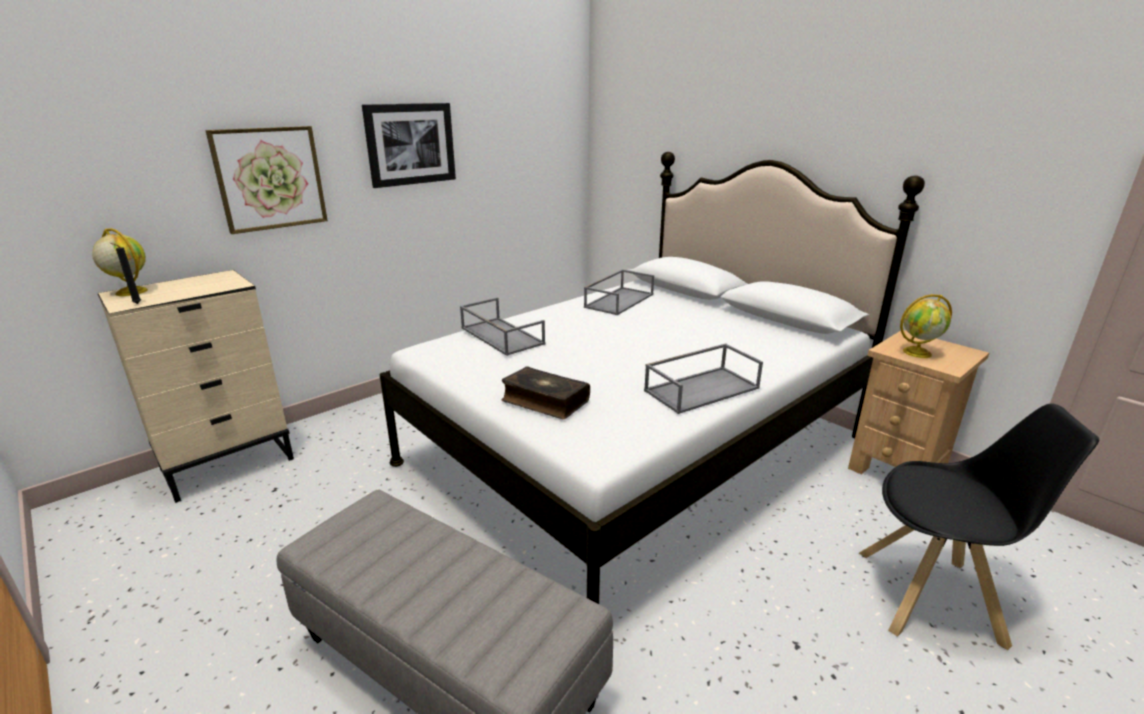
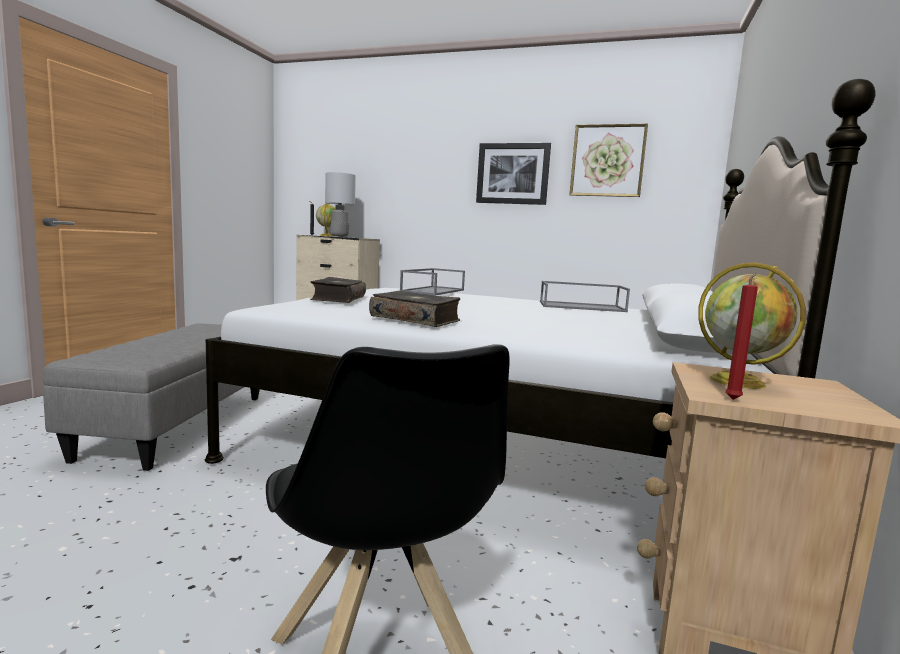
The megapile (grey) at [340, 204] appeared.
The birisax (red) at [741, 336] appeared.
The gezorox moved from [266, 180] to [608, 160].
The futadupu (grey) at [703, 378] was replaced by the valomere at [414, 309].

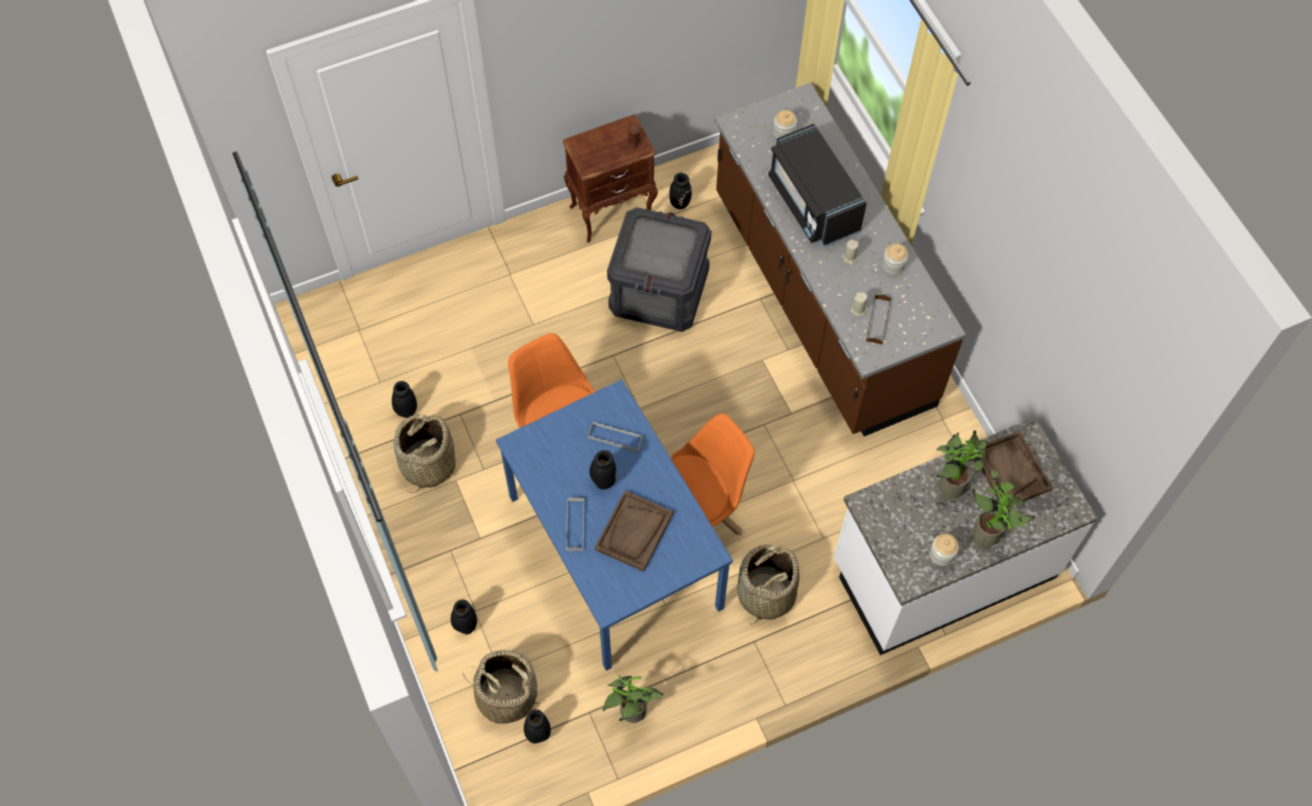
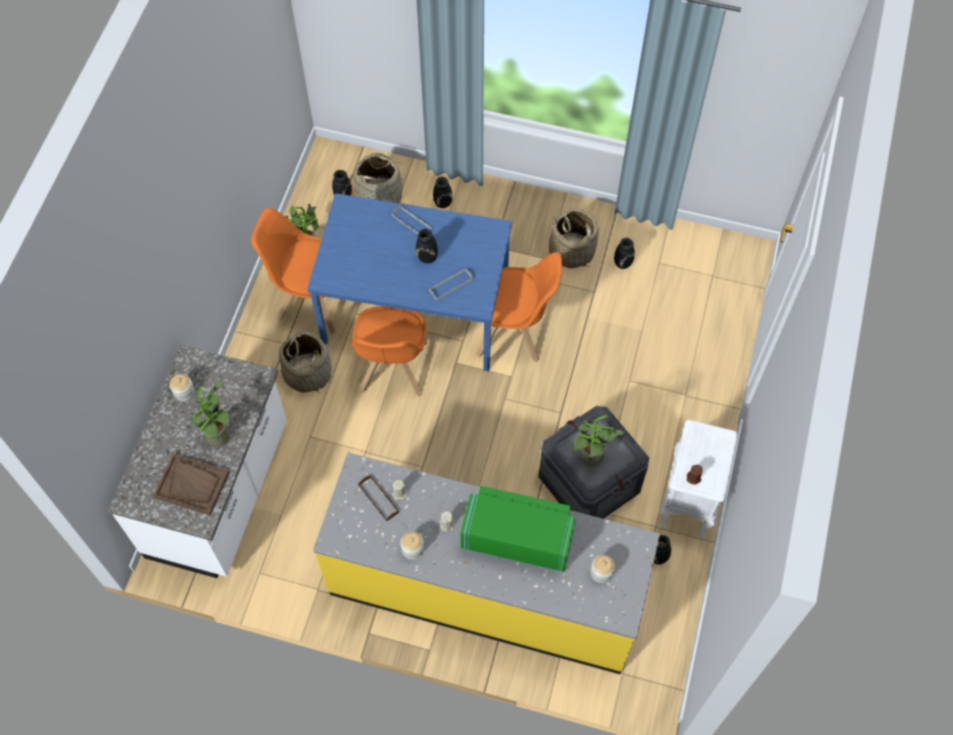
The futadupu (brown) at [634, 531] disappeared.
The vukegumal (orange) at [293, 271] appeared.
The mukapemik moved from [1003, 507] to [599, 441].
The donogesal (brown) at [610, 179] became the donogesal (white) at [698, 479].
The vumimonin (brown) at [840, 259] became the vumimonin (yellow) at [486, 563].
The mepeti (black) at [817, 185] became the mepeti (green) at [518, 529].

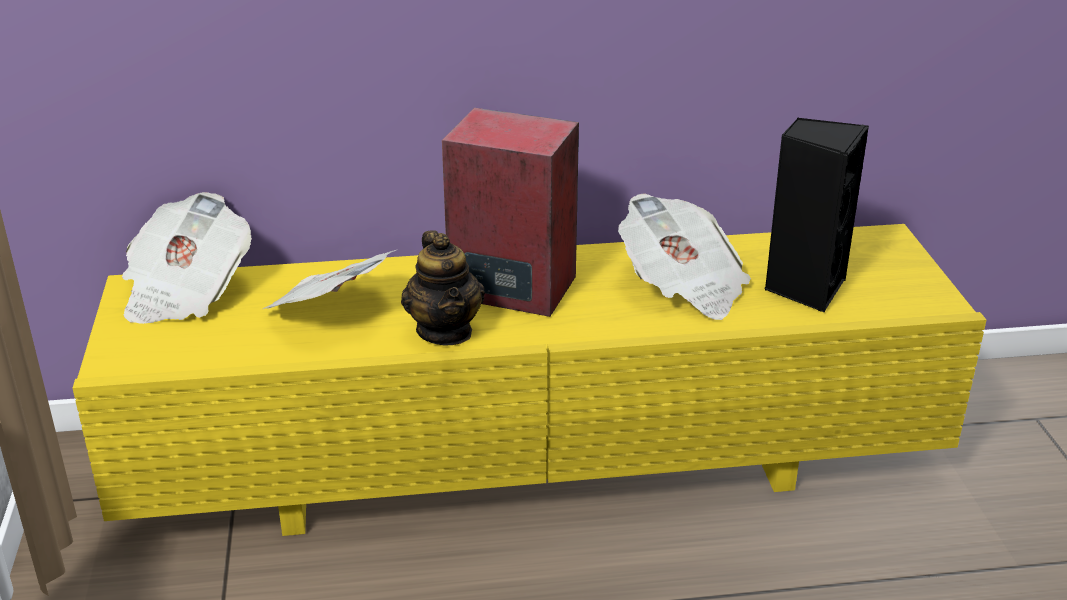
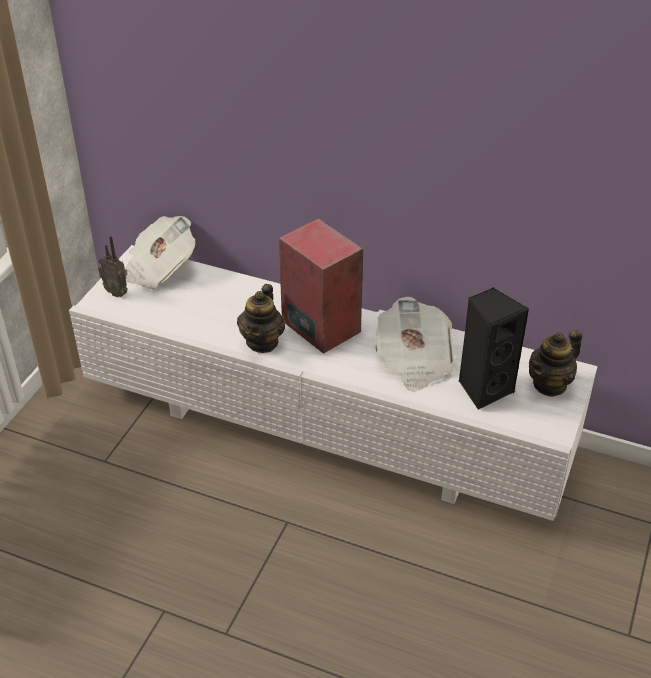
The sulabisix at [330, 279] disappeared.
The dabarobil at [113, 266] appeared.
The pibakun at [555, 363] appeared.
The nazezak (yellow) at [529, 380] became the nazezak (white) at [333, 383].

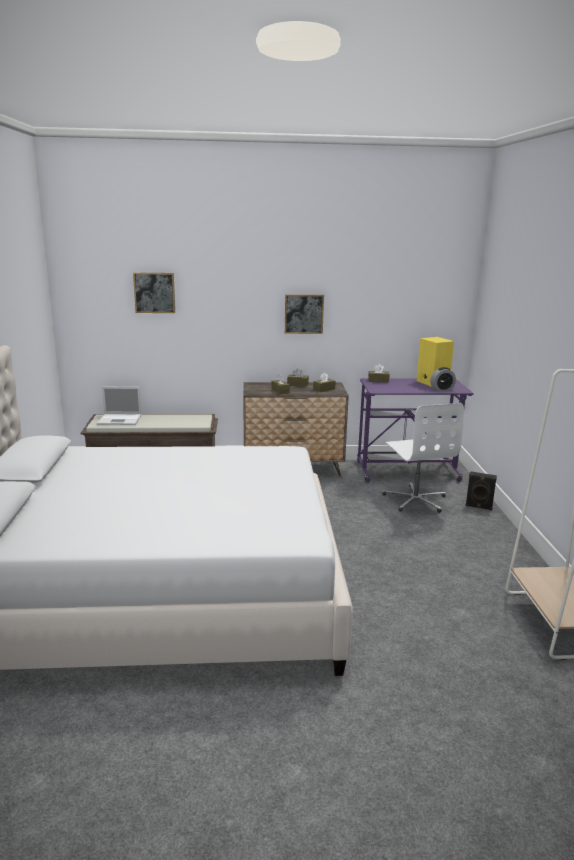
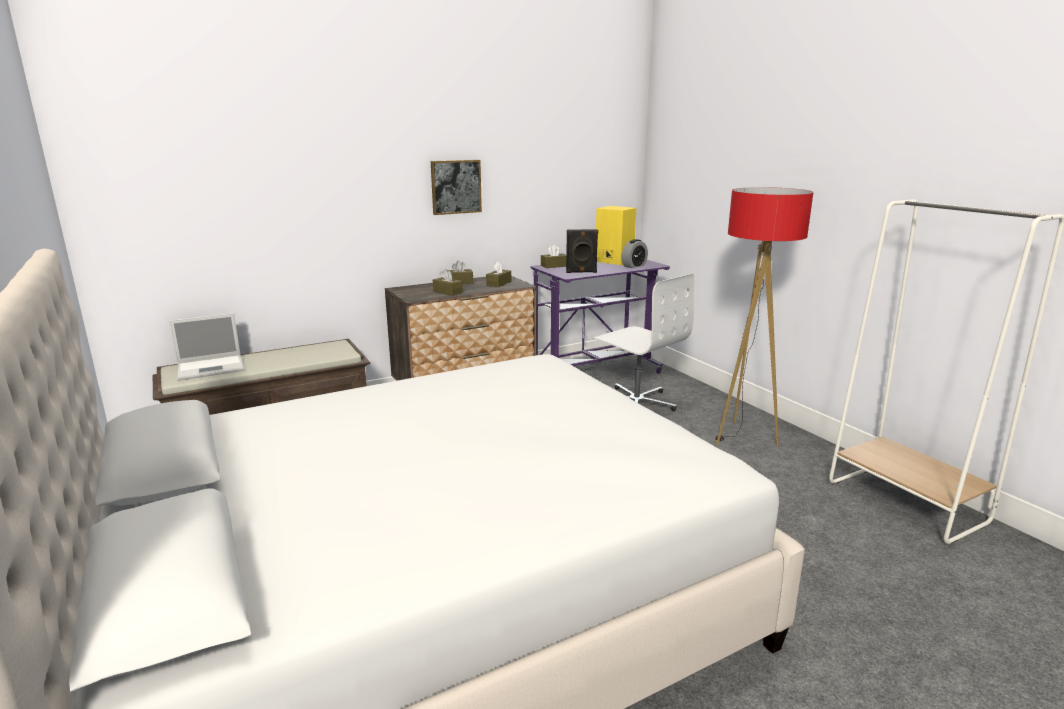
The gezorox at [154, 292] disappeared.
The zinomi at [764, 317] appeared.
The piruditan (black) moved from [481, 490] to [582, 251].

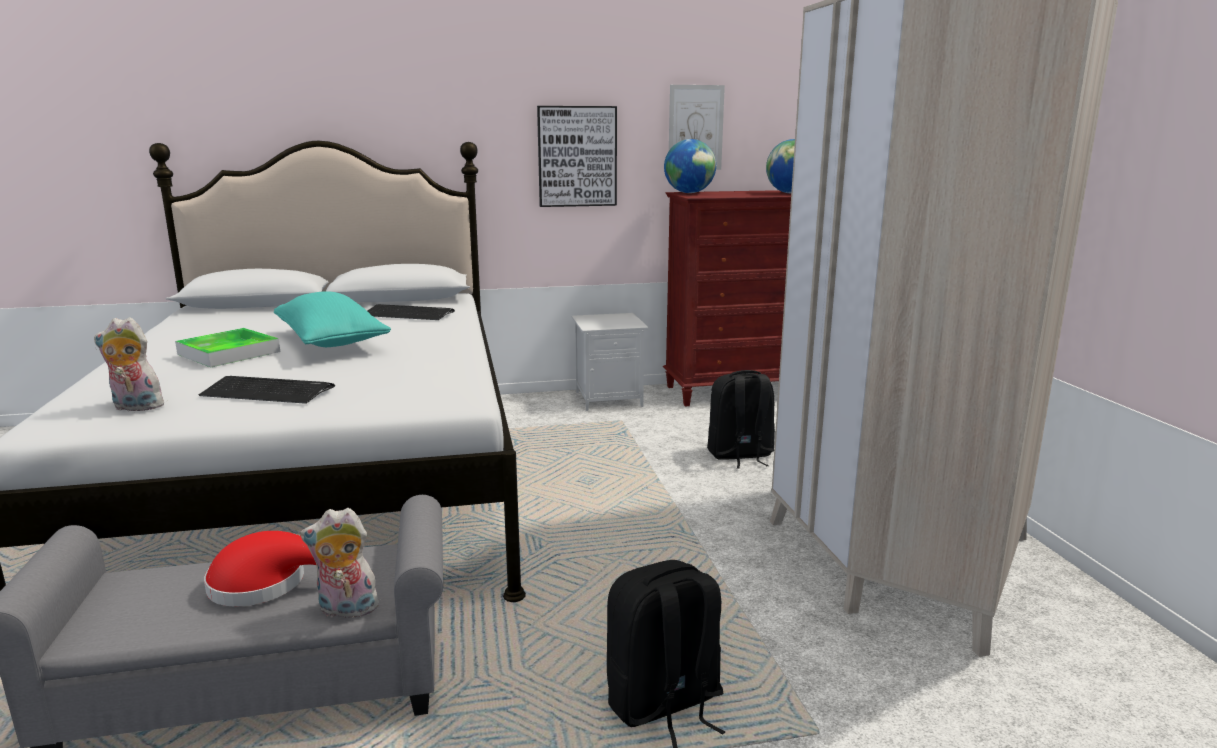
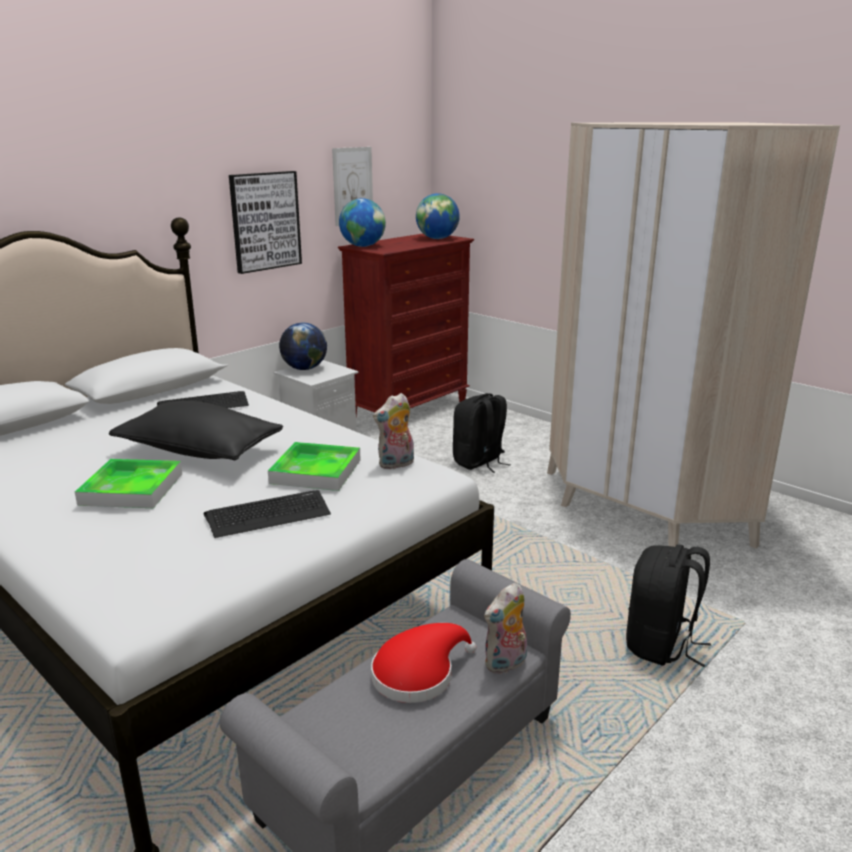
The futadupu at [314, 466] appeared.
The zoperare at [303, 346] appeared.
The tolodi moved from [129, 365] to [393, 431].
The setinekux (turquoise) at [332, 319] became the setinekux (black) at [196, 431].

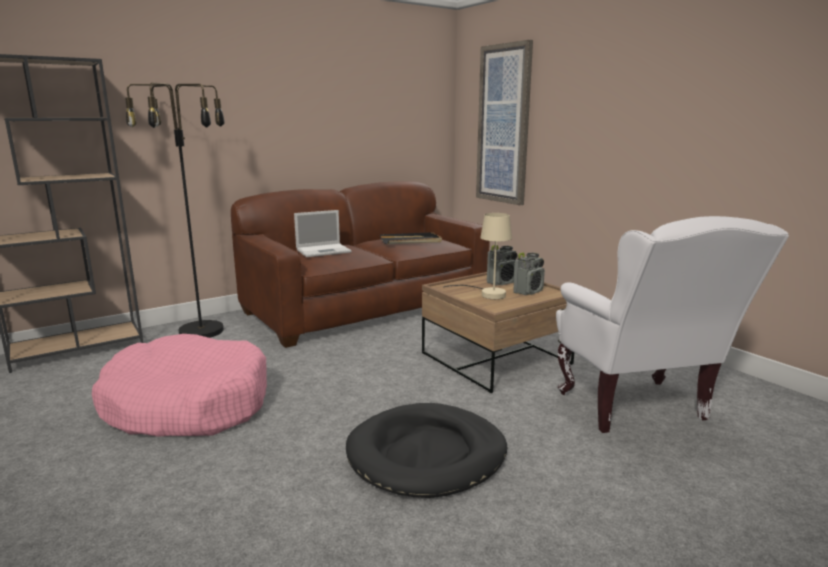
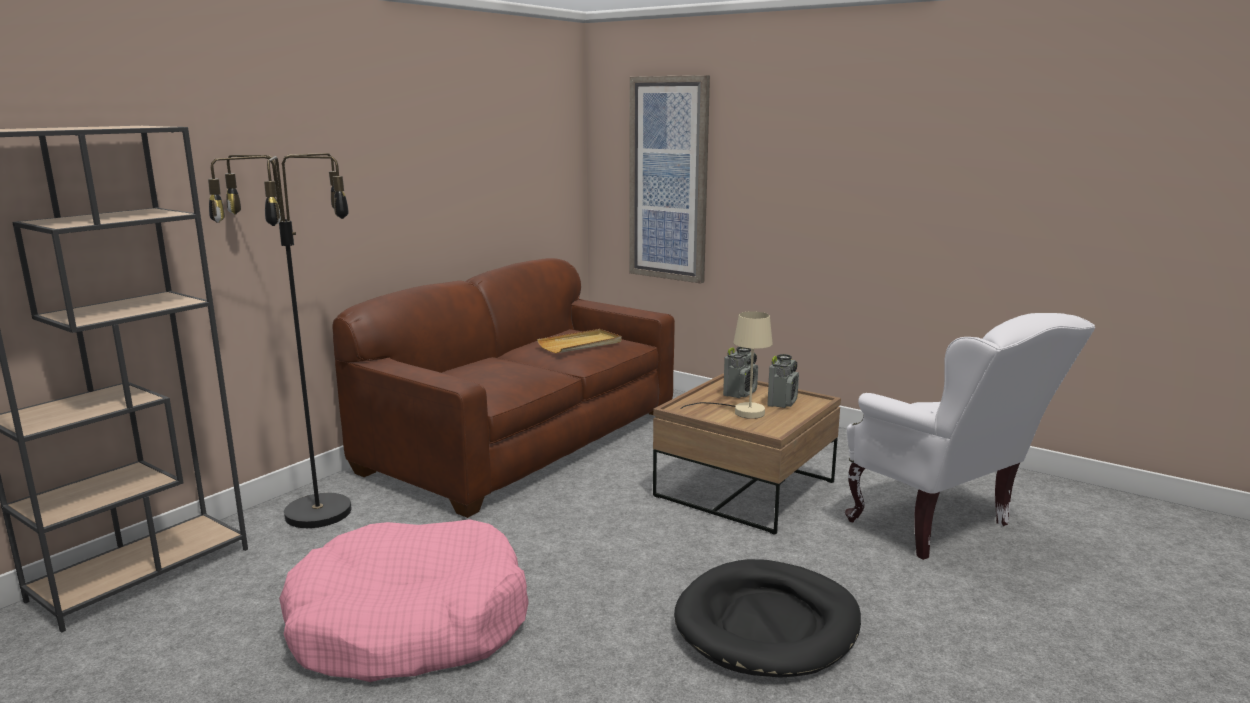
The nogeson at [323, 233] disappeared.
The futadupu (black) at [411, 238] became the futadupu (beige) at [579, 341].

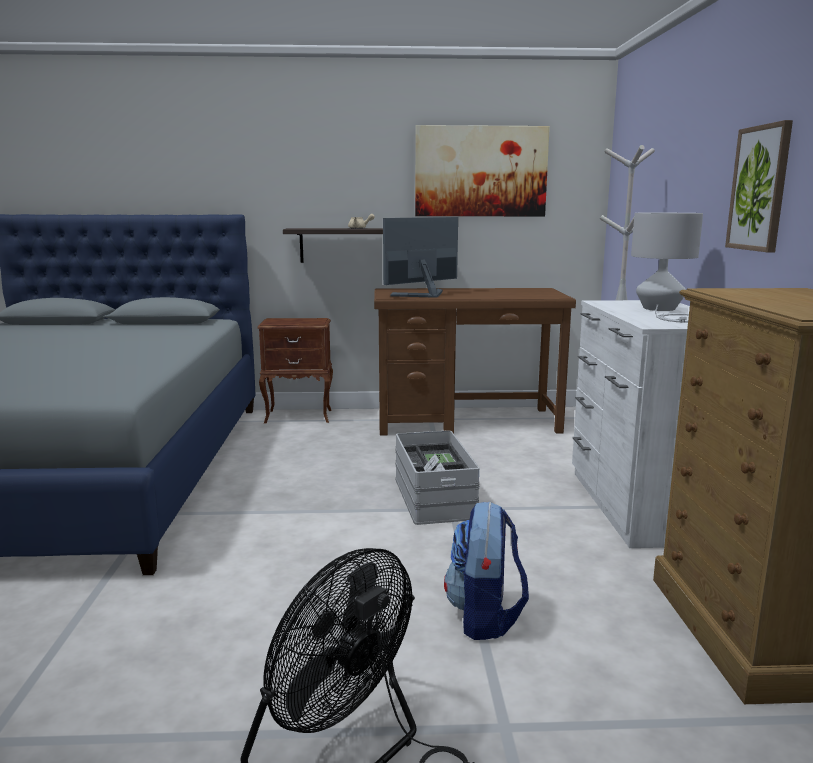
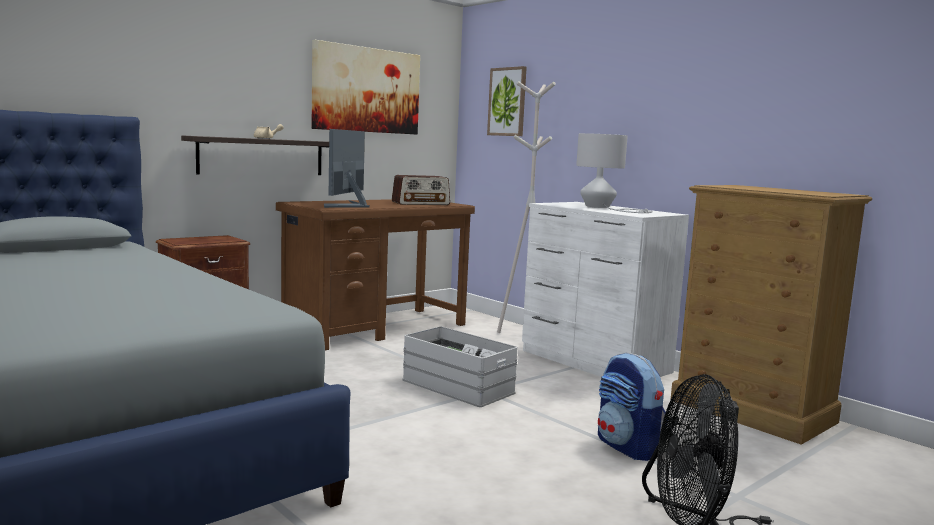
The dabarobil at [421, 190] appeared.
The gezorox moved from [759, 186] to [507, 101].

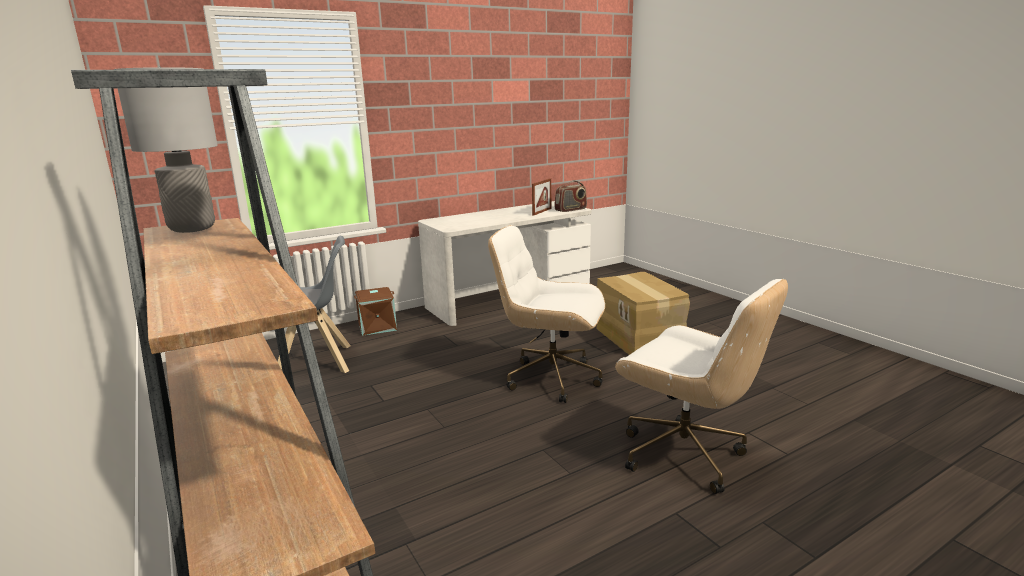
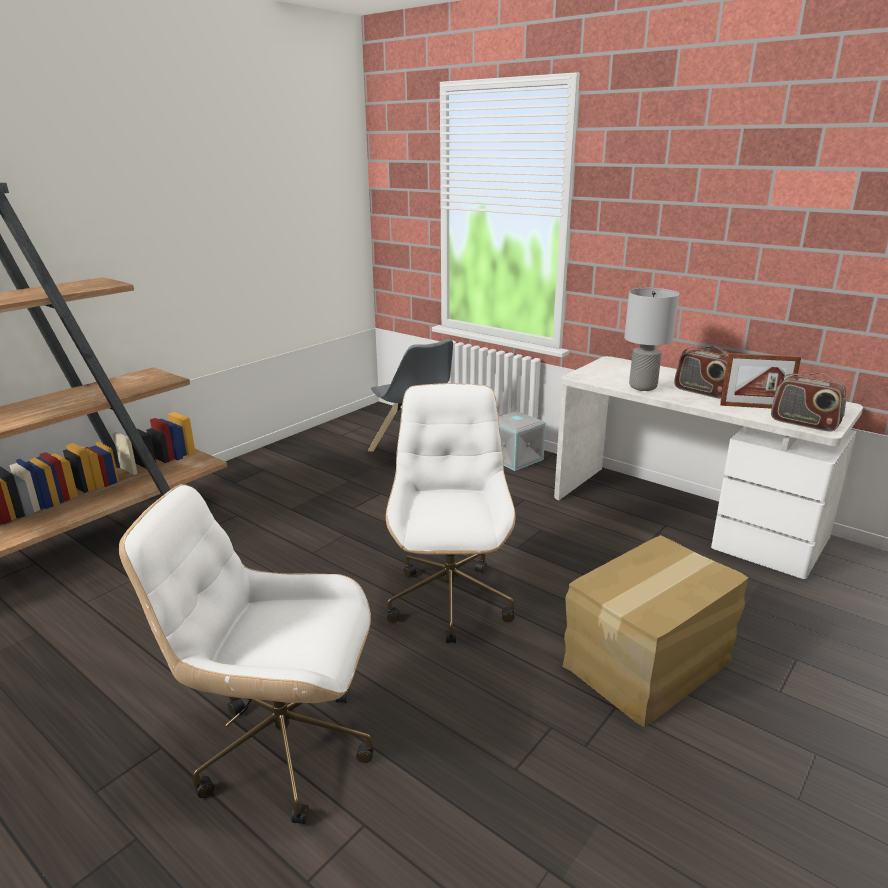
The dabarobil at [701, 372] appeared.
The megapile (grey) moved from [165, 150] to [651, 339].
The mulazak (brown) at [375, 311] became the mulazak (grey) at [522, 441].
The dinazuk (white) at [701, 386] turned 75 degrees clockwise.

